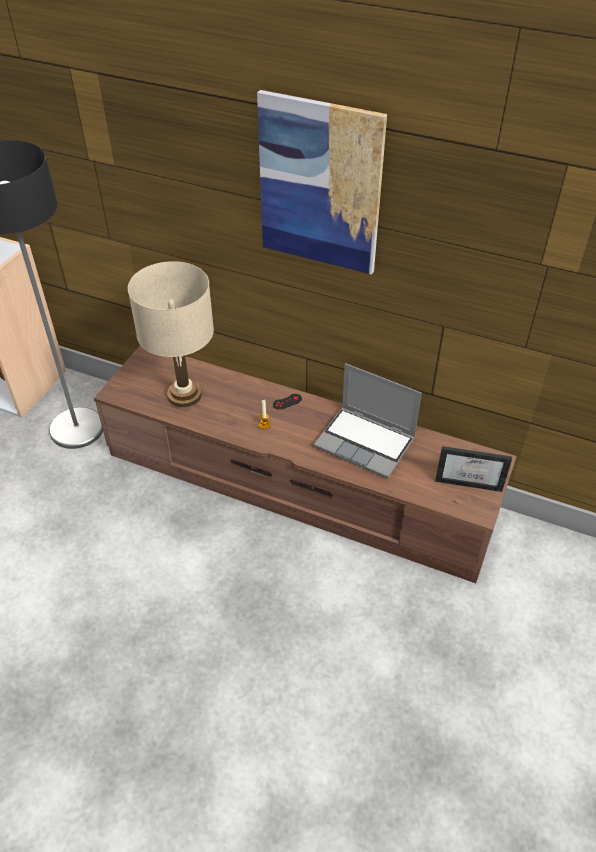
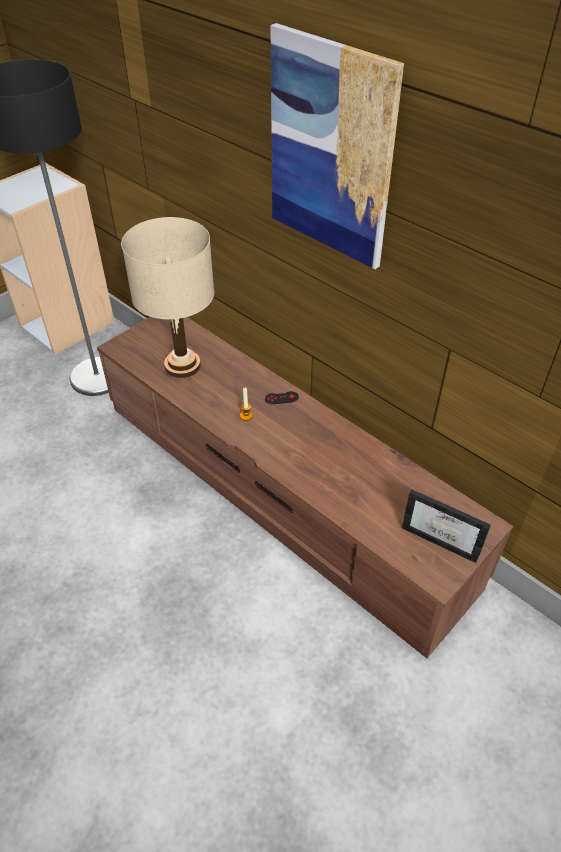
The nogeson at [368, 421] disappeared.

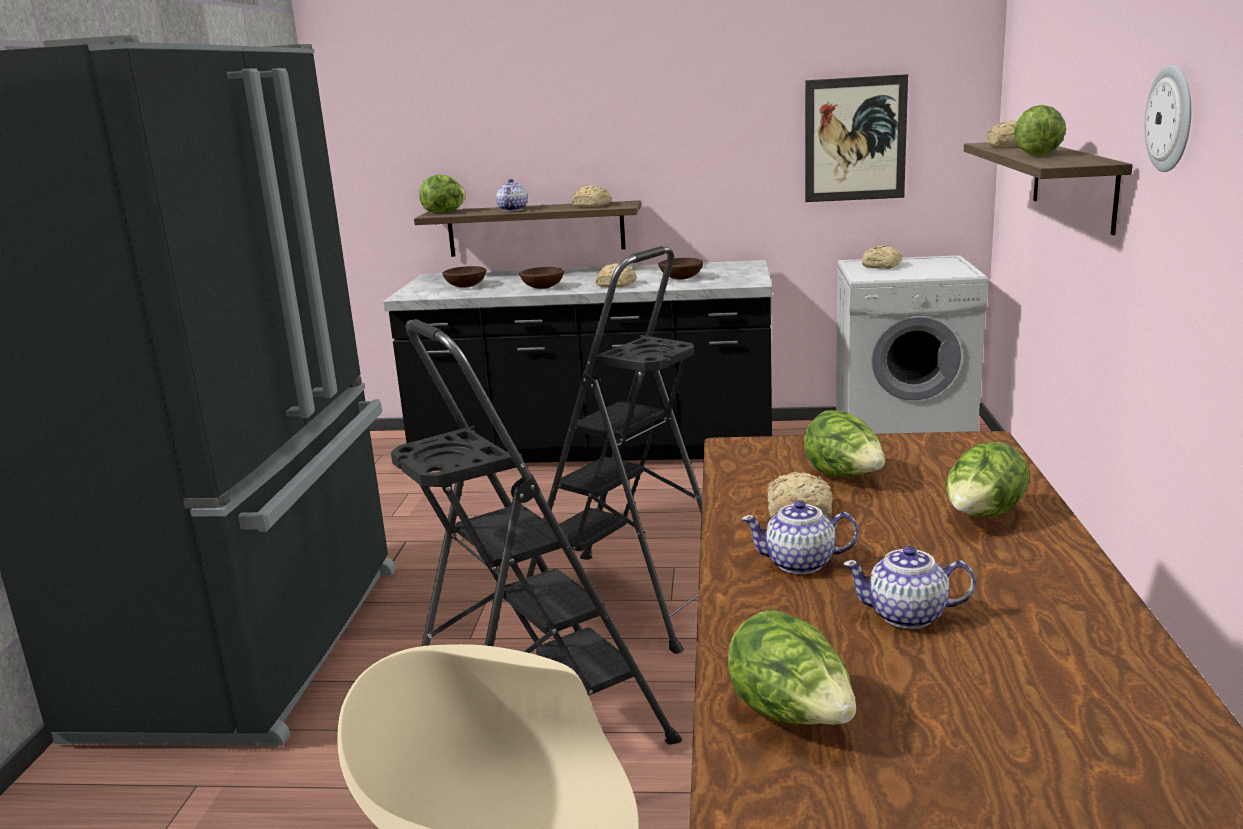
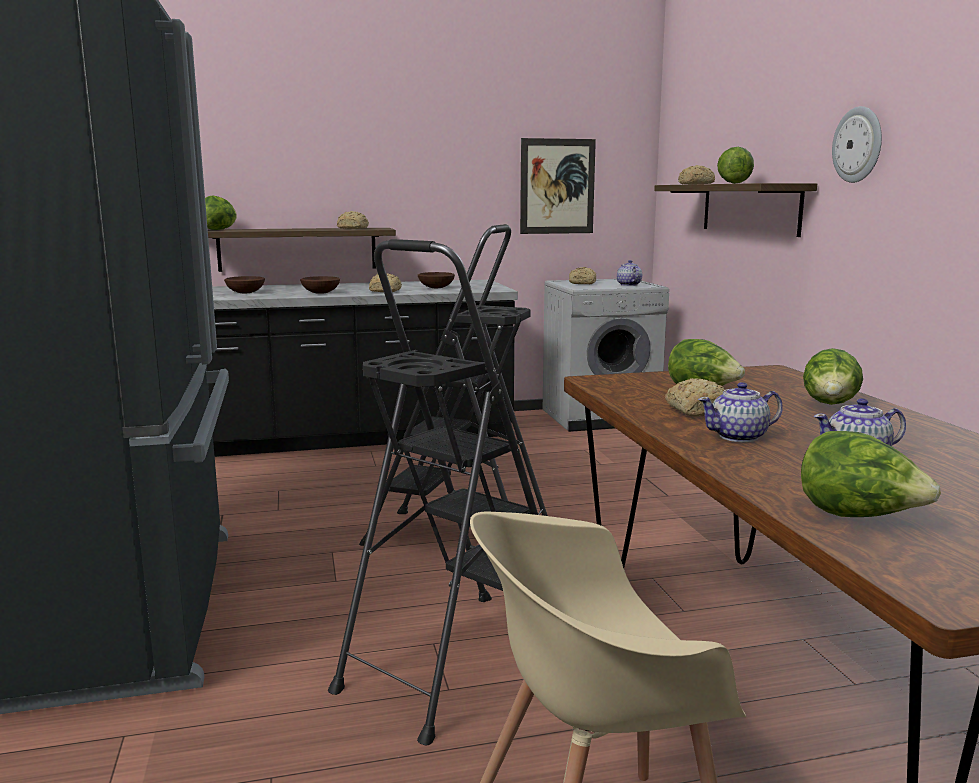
The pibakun moved from [512, 195] to [629, 273].

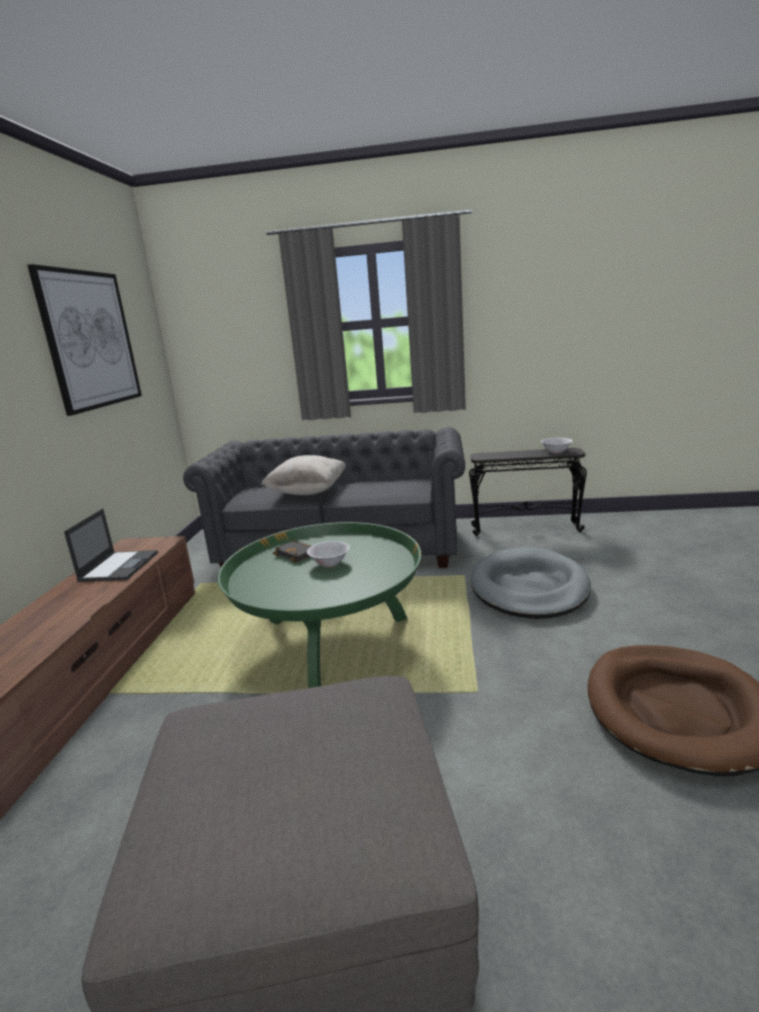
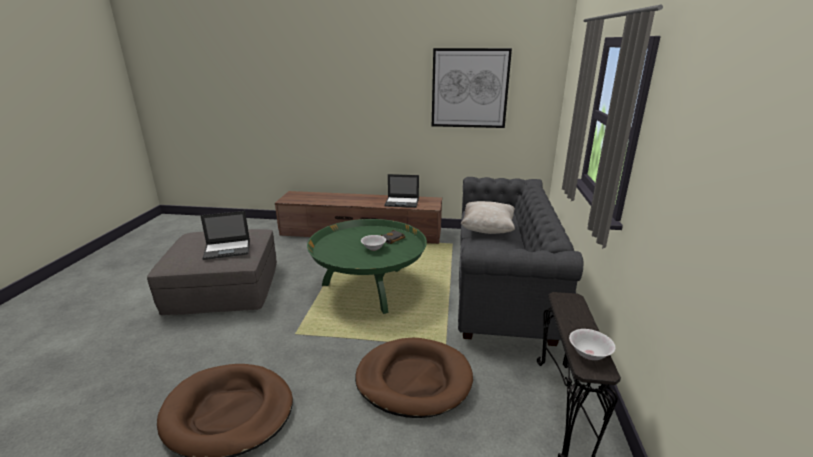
The nogeson at [225, 235] appeared.
The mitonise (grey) at [531, 583] became the mitonise (brown) at [414, 378].

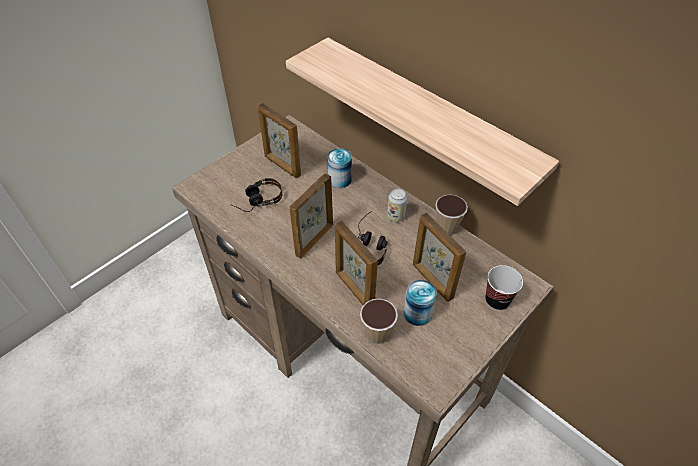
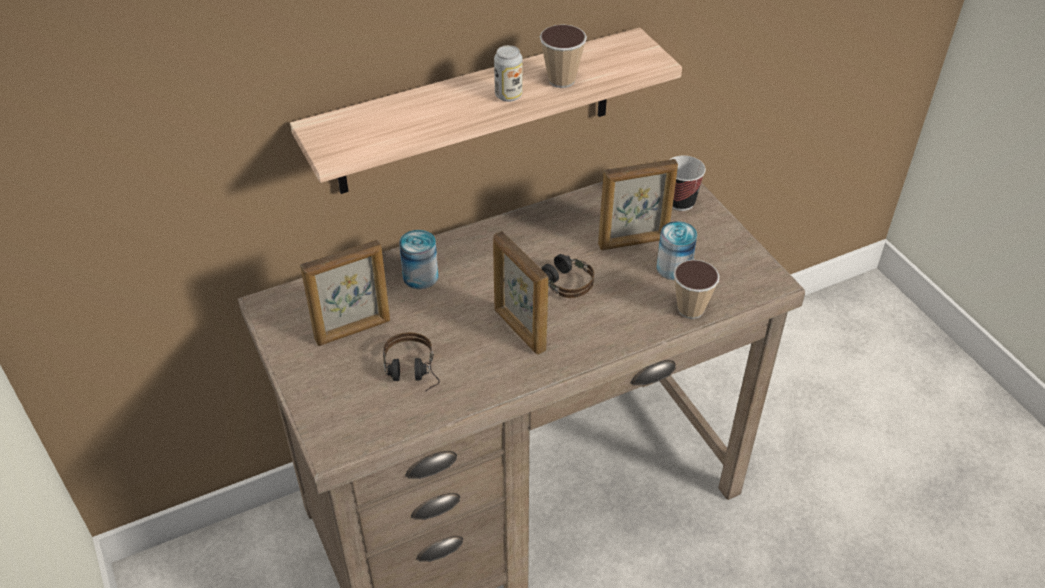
The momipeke at [356, 262] disappeared.
The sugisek moved from [397, 205] to [508, 73].
The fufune moved from [451, 215] to [563, 56].

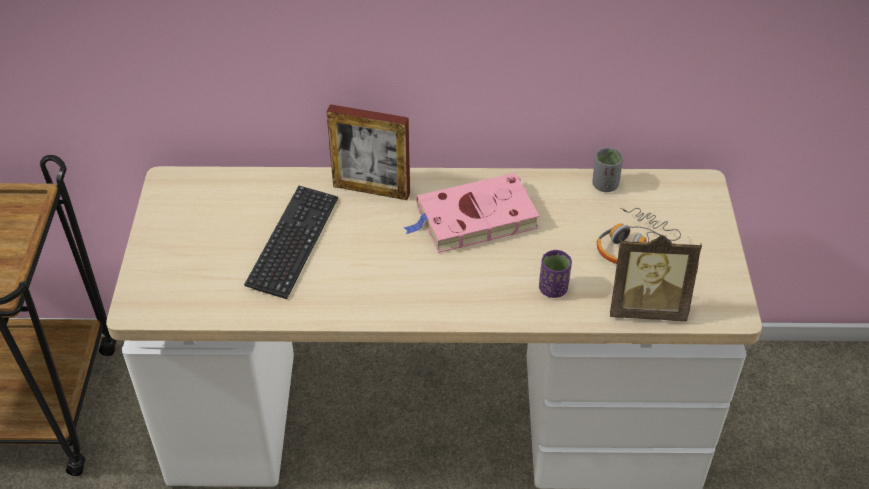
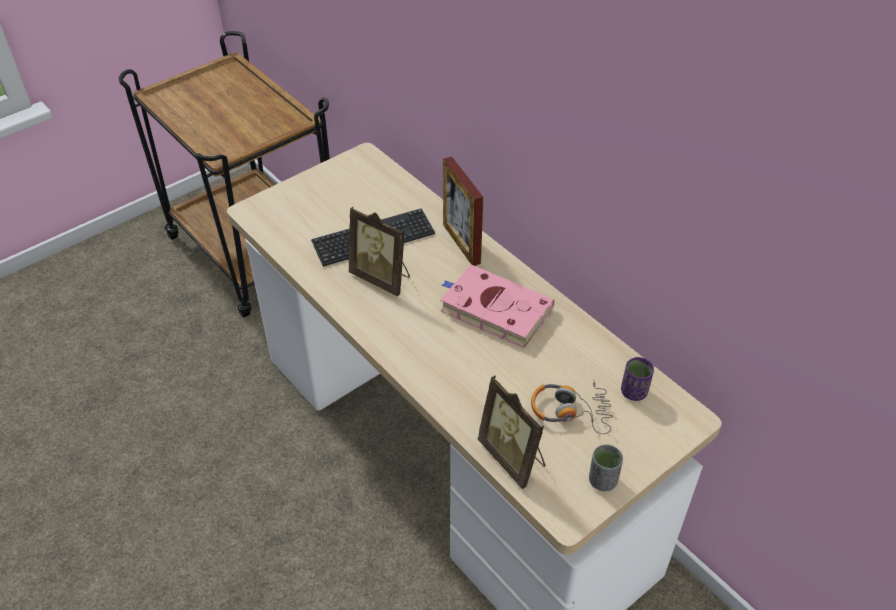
The momipeke at [379, 251] appeared.
The fufune (purple) moved from [555, 274] to [637, 379].
The fufune (grey) moved from [607, 170] to [606, 467].

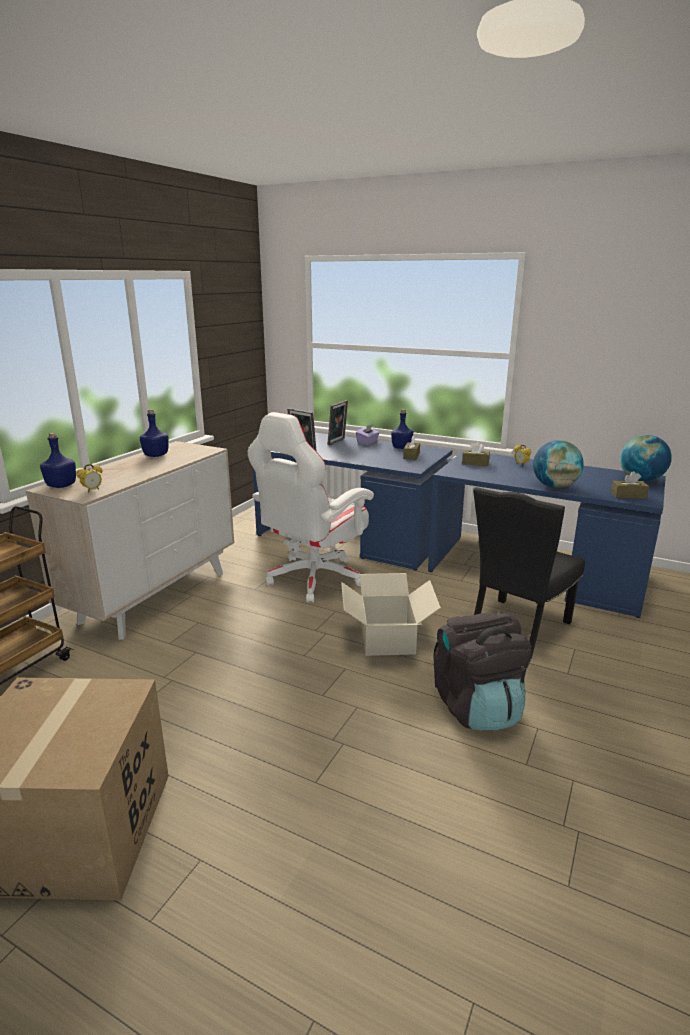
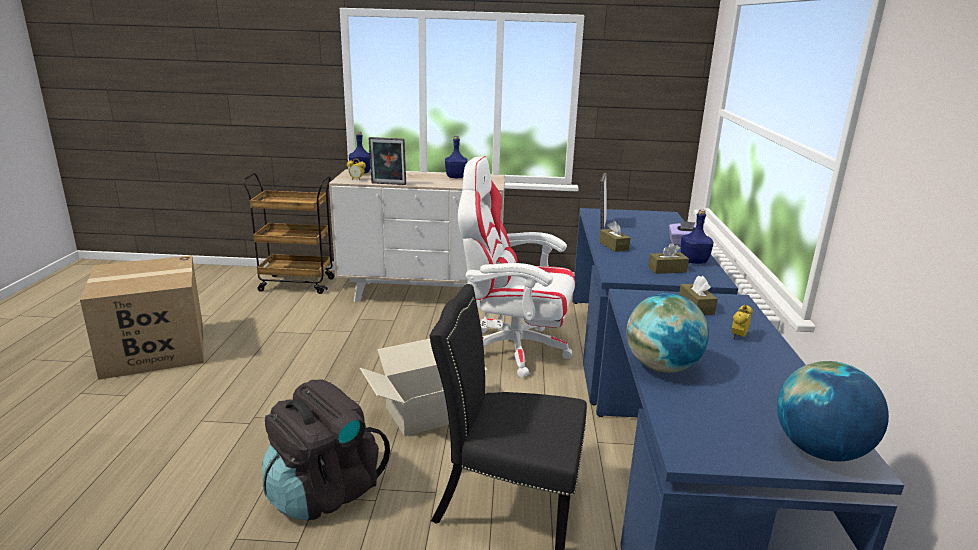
The momipeke moved from [338, 422] to [387, 161].
The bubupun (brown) moved from [630, 485] to [614, 236].

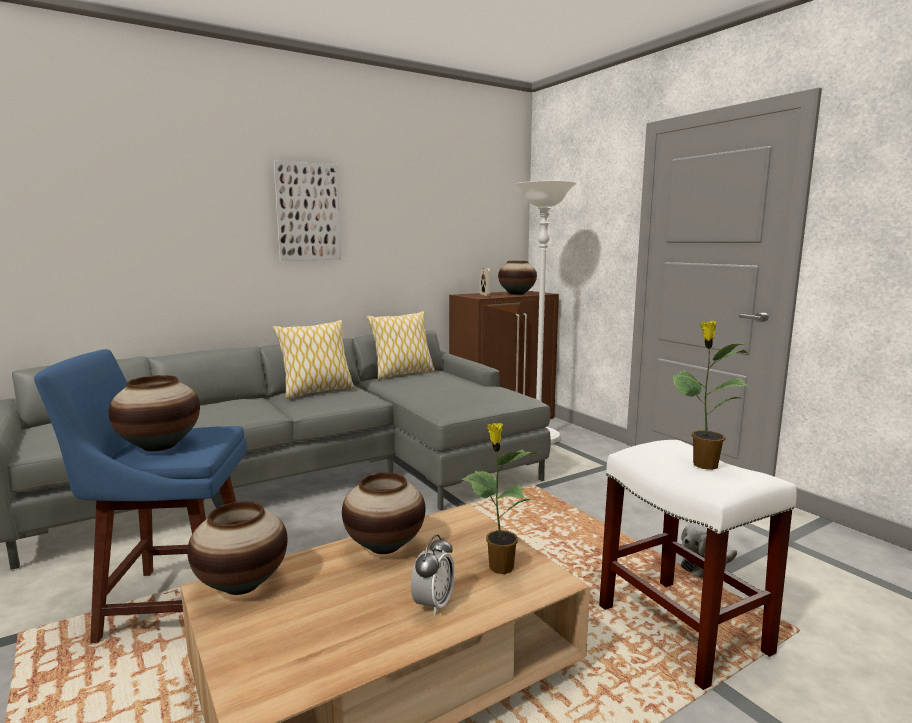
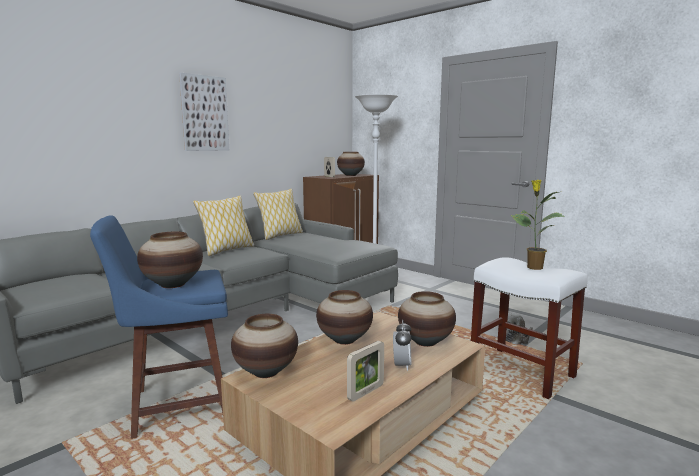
The momipeke at [365, 371] appeared.
The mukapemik at [499, 498] was replaced by the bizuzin at [427, 319].

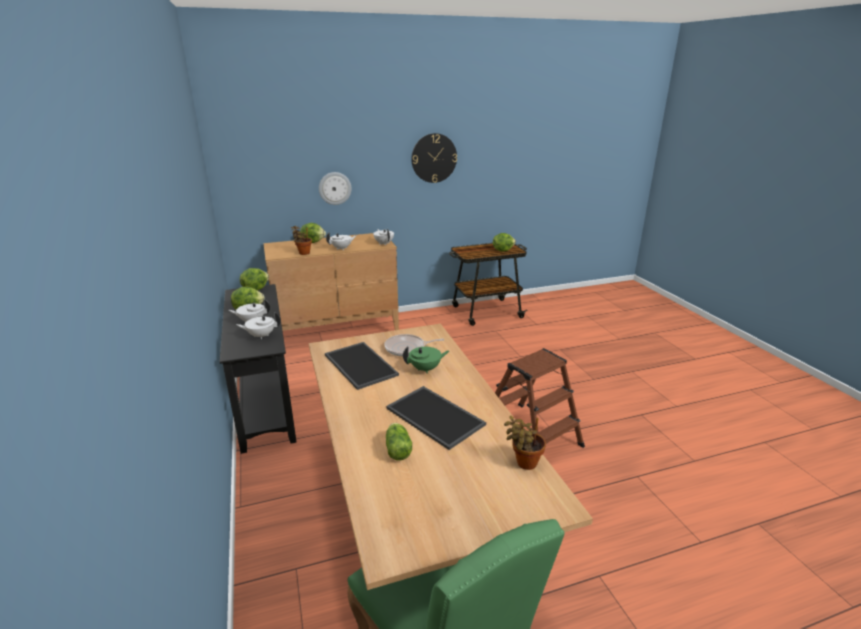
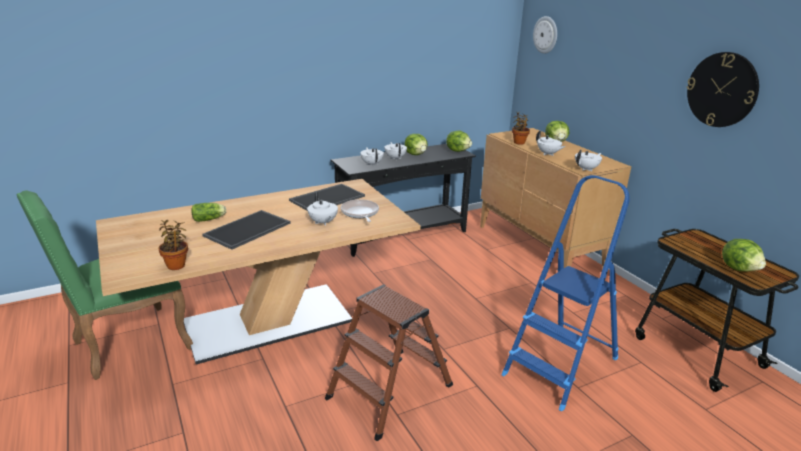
The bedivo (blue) at [565, 293] appeared.
The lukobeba moved from [335, 188] to [545, 35].
The pibakun (green) at [426, 360] became the pibakun (white) at [322, 209].

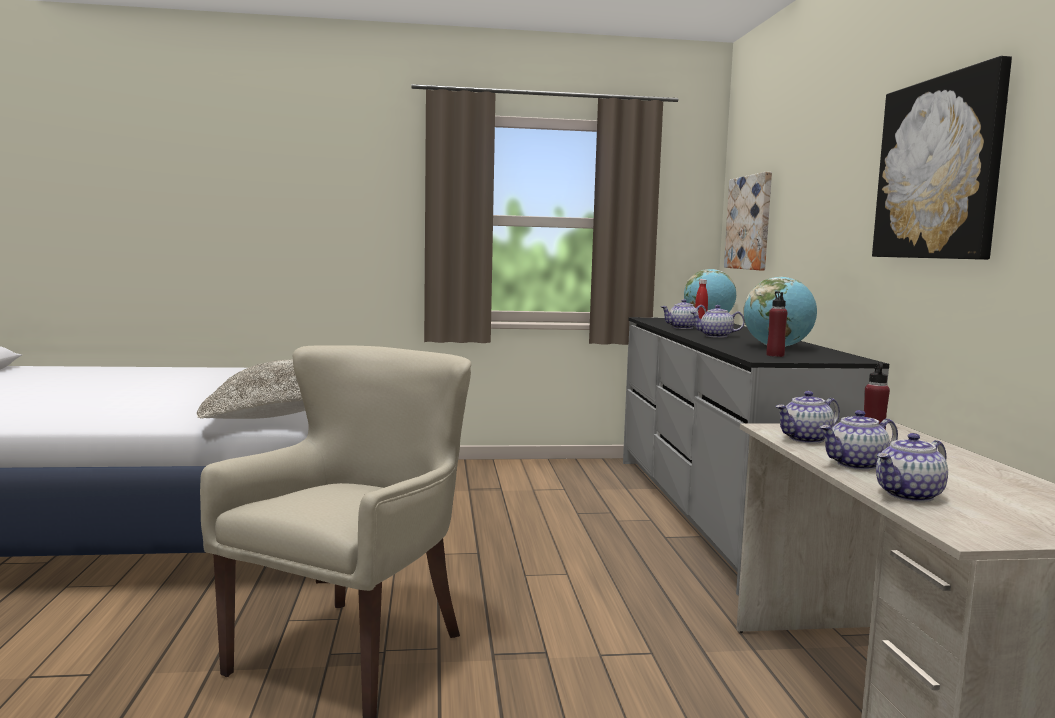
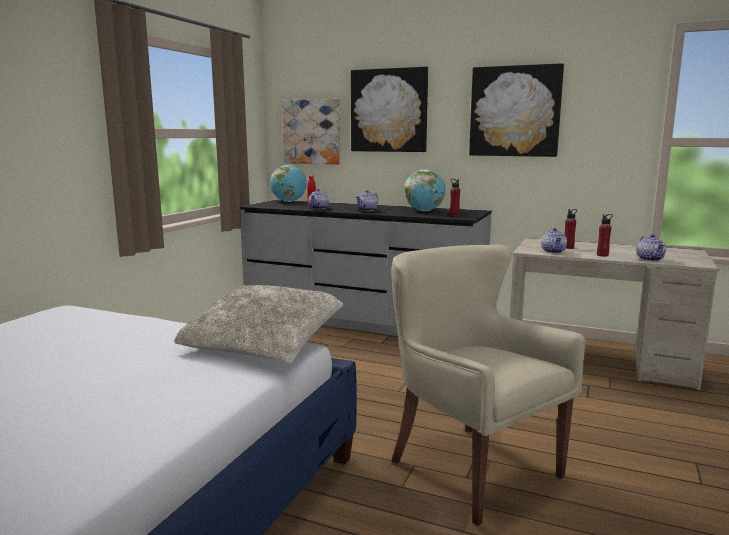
The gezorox at [389, 109] appeared.
The pibakun at [859, 440] was replaced by the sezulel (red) at [605, 235].

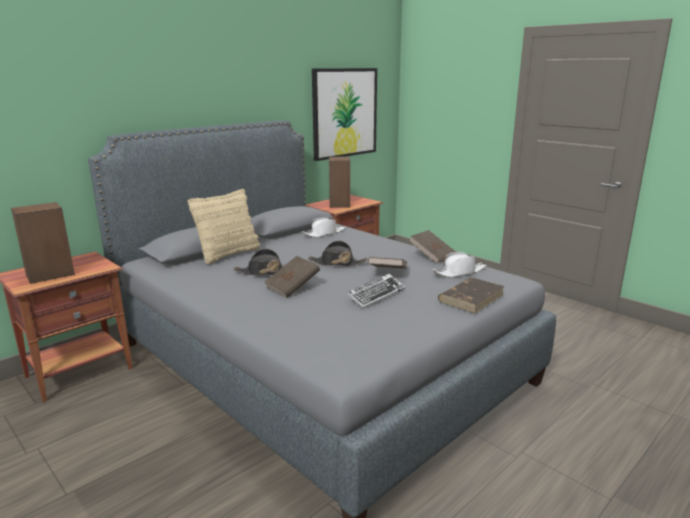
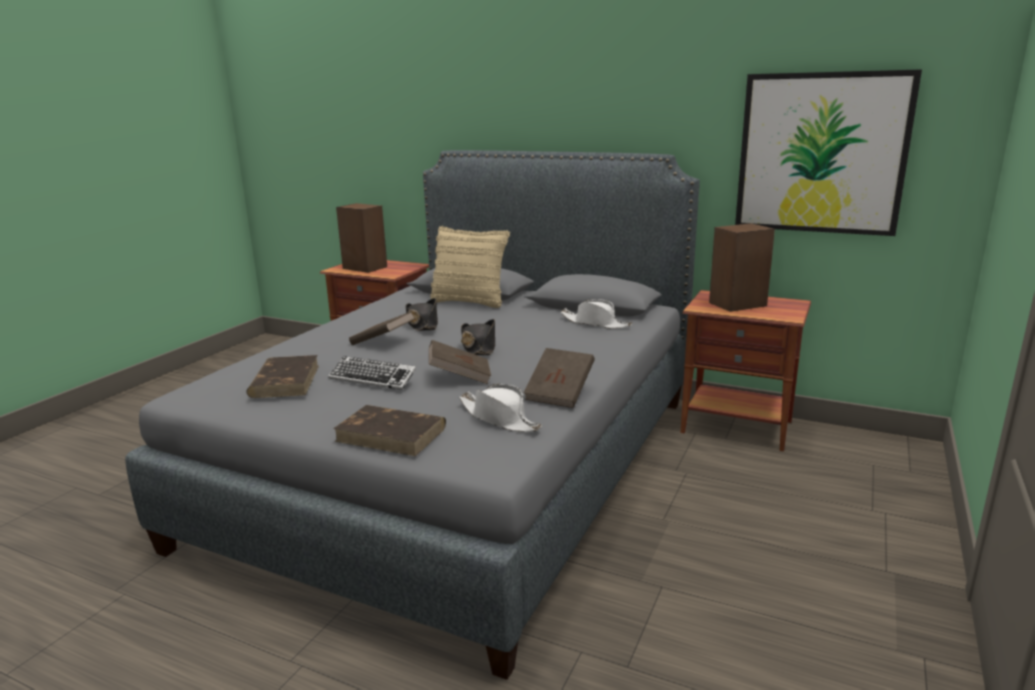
The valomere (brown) at [283, 376] appeared.

